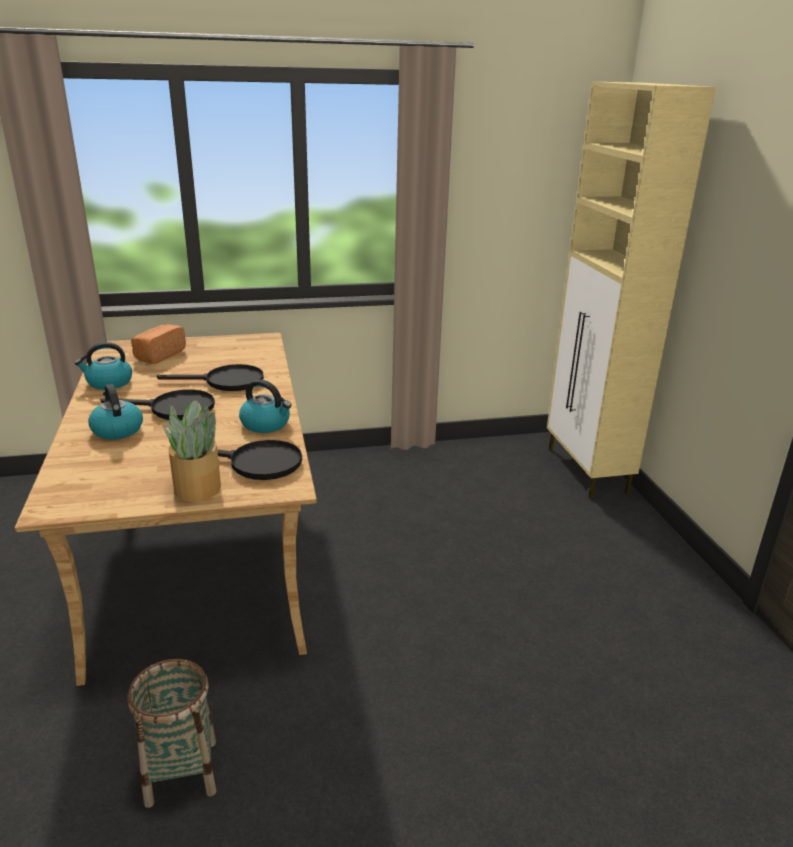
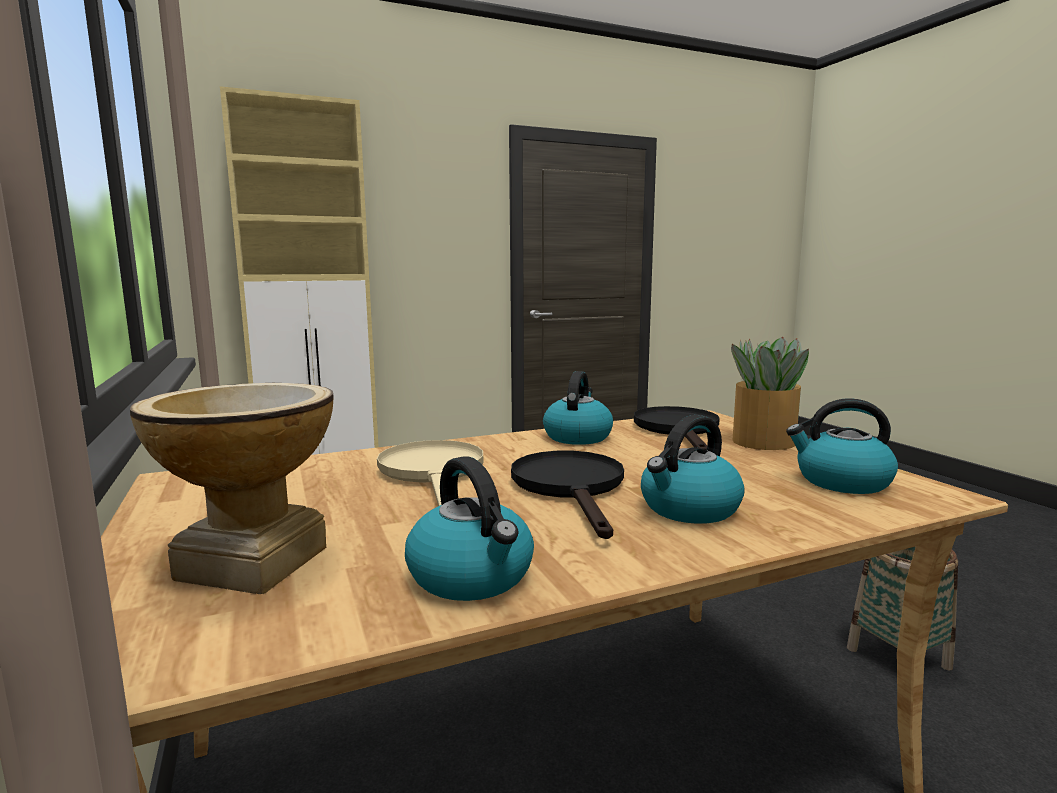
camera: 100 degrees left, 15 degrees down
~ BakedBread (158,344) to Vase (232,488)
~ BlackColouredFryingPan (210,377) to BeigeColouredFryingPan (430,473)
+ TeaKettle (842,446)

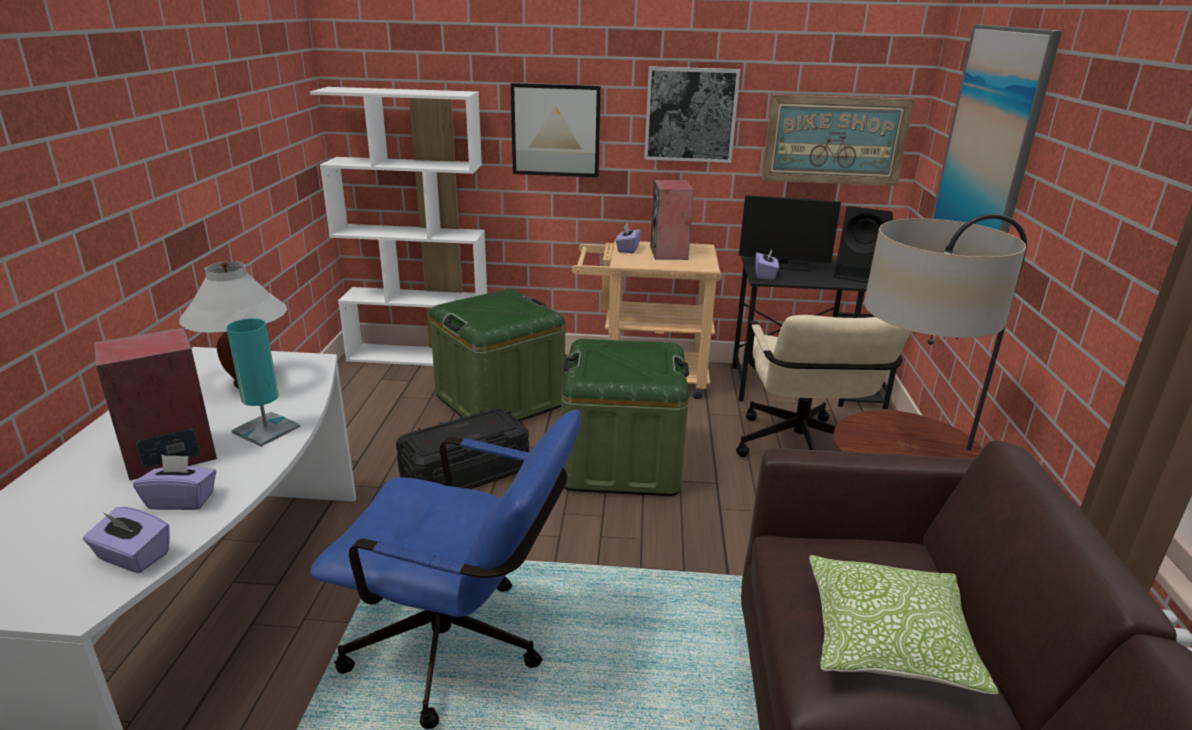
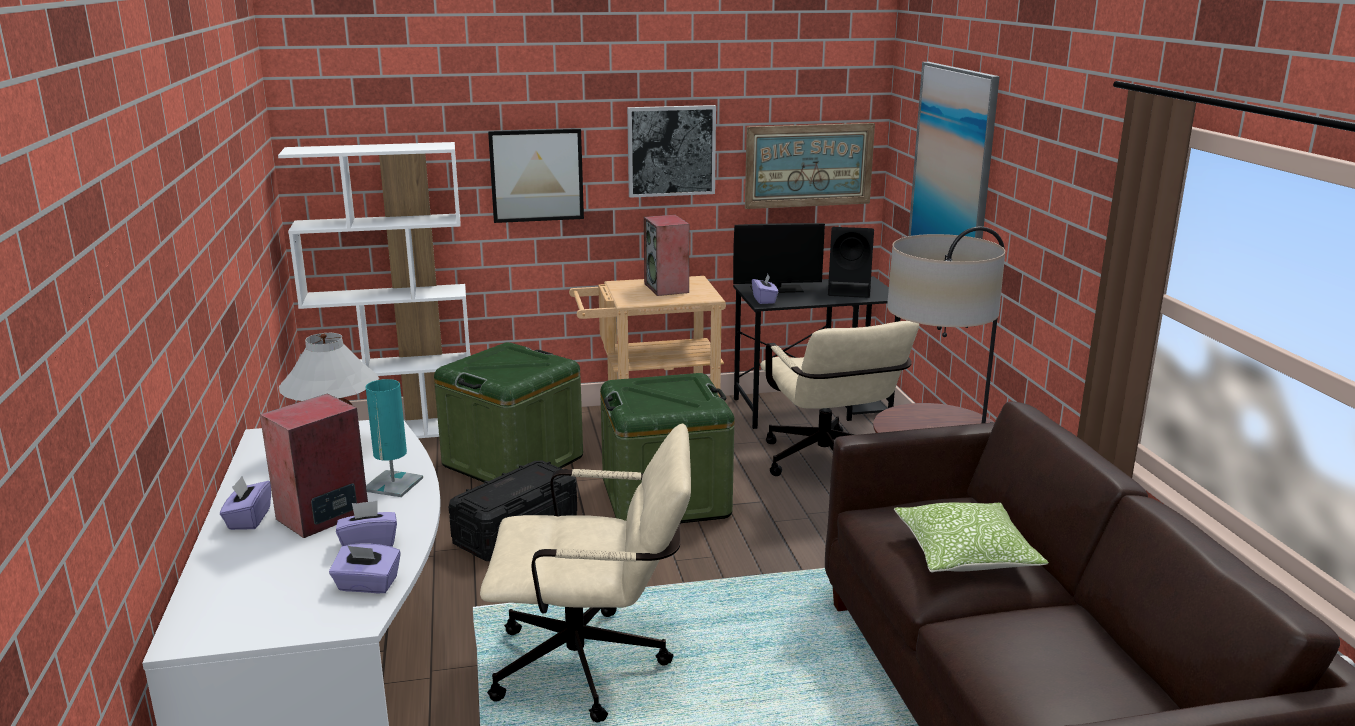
camera: 15 degrees left, 5 degrees down
~ PurplishTissueHolder (628,238) to (245,503)
~ BluishDeskChair (445,569) to BeigeColouredDeskChair (585,572)

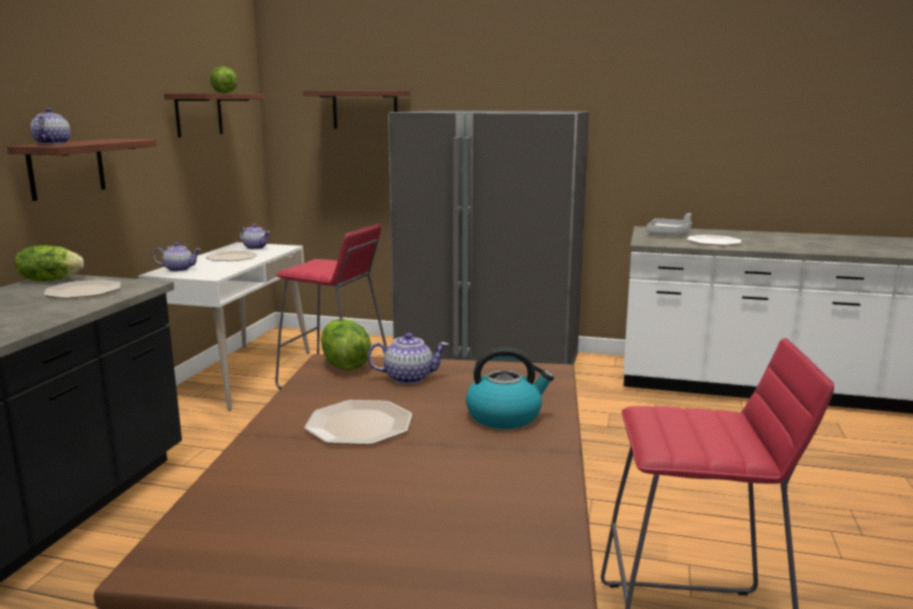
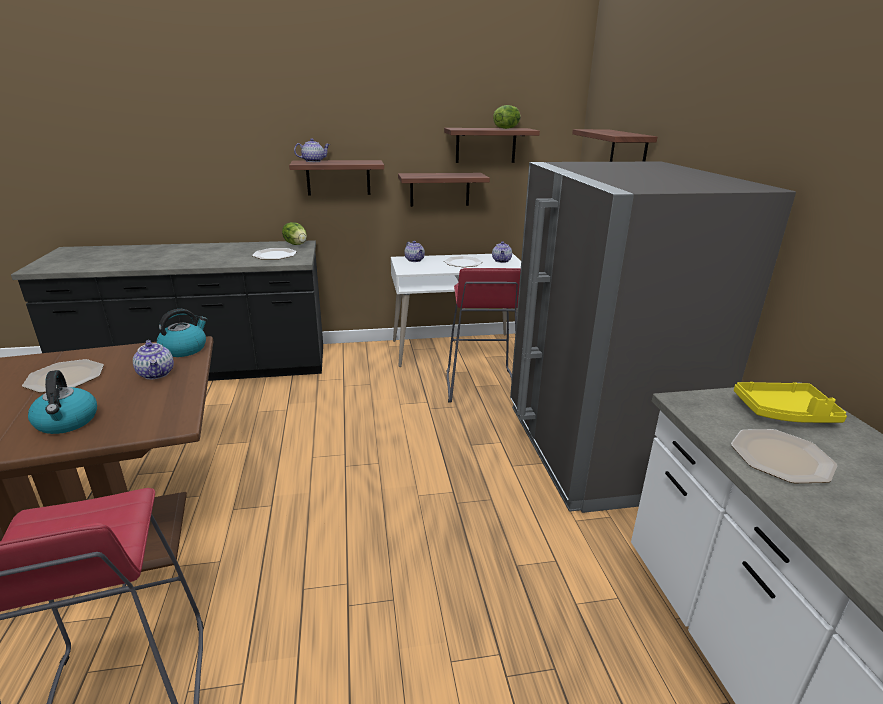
camera: 65 degrees right, 10 degrees up
~ GreyishCarryingTray (669,224) to YellowishCarryingTray (790,402)
~ Lettuce (346,344) to TeaKettle (182,333)
+ WallShelf (444,190)

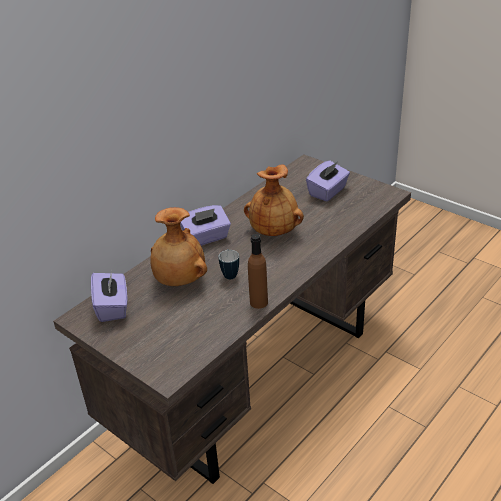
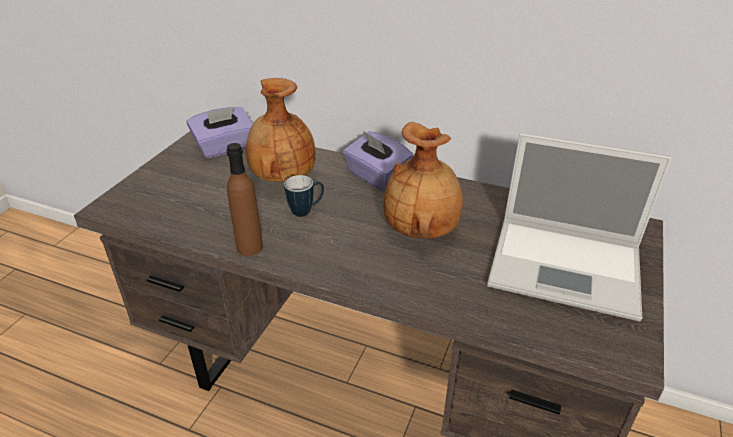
camera: 70 degrees right, 0 degrees up
~ PurplishTissueHolder (328,181) to PortableComputer (579,227)

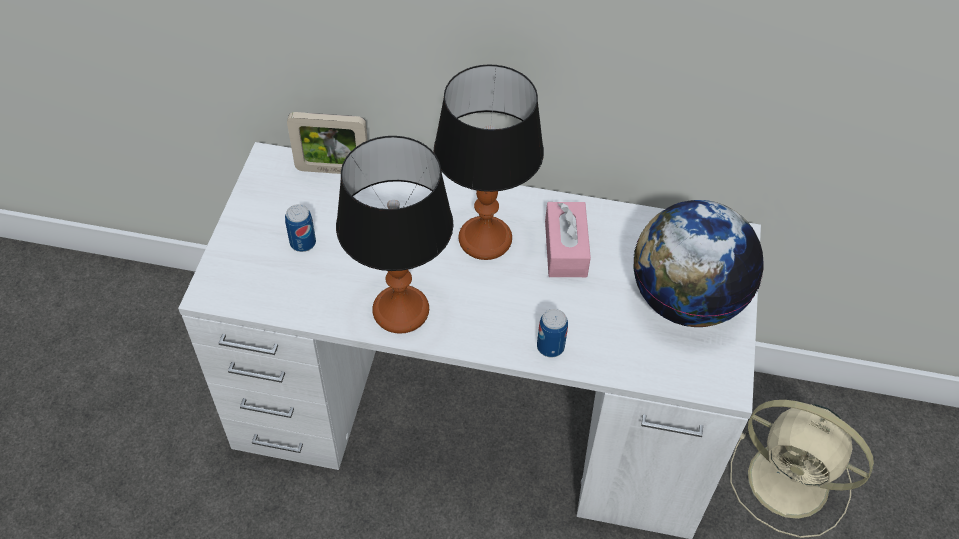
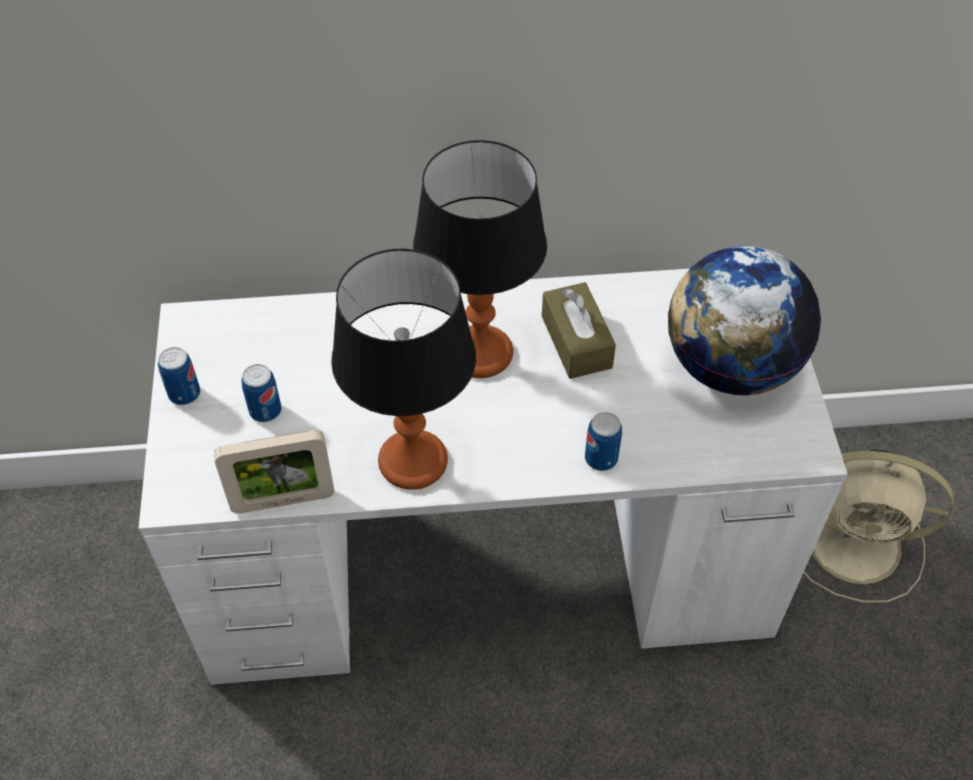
camera: 15 degrees left, 0 degrees up
~ PictureFrame (327,143) to (274,472)
~ PinkishTissueHolder (568,239) to BrownColouredTissueHolder (579,330)
+ Can (179,376)

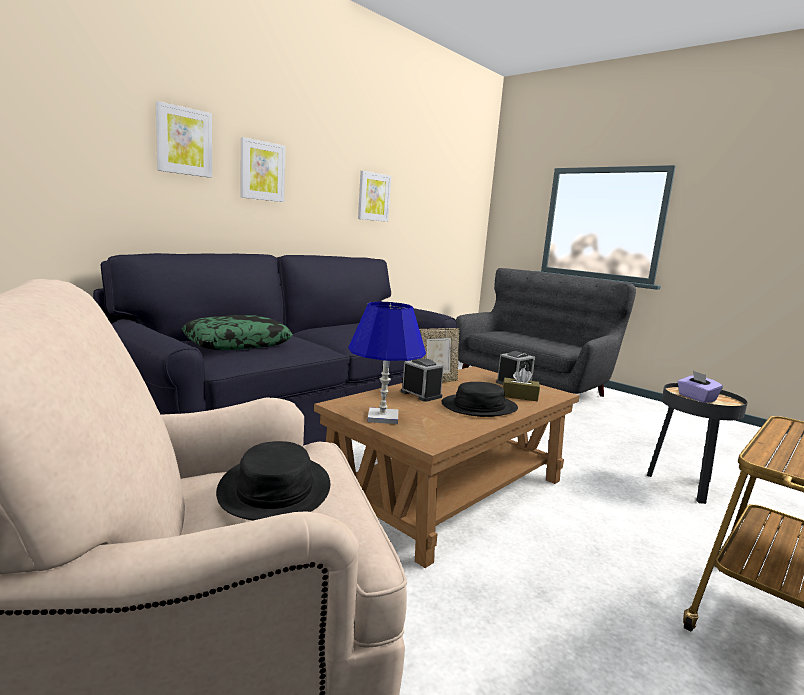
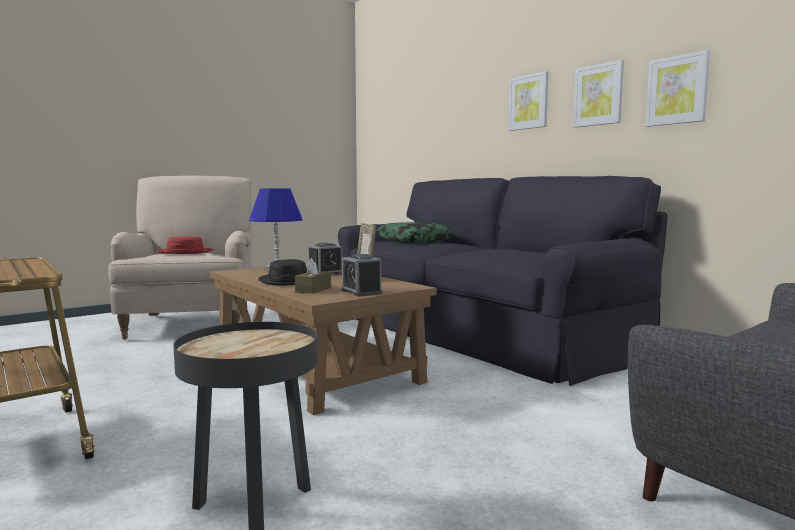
camera: 100 degrees right, 5 degrees down
~ Picture (184,139) to (598,94)
- PurplishTissueHolder (700,387)
~ BlackColouredClothingHat (273,480) to RedColouredClothingHat (185,245)

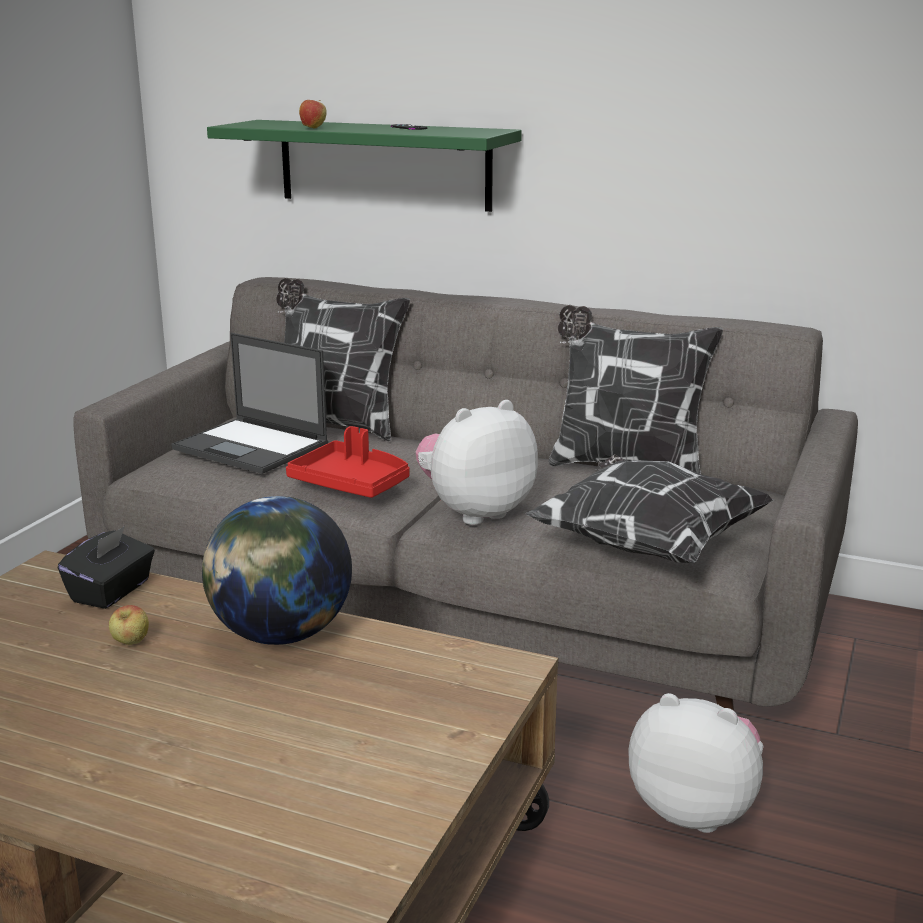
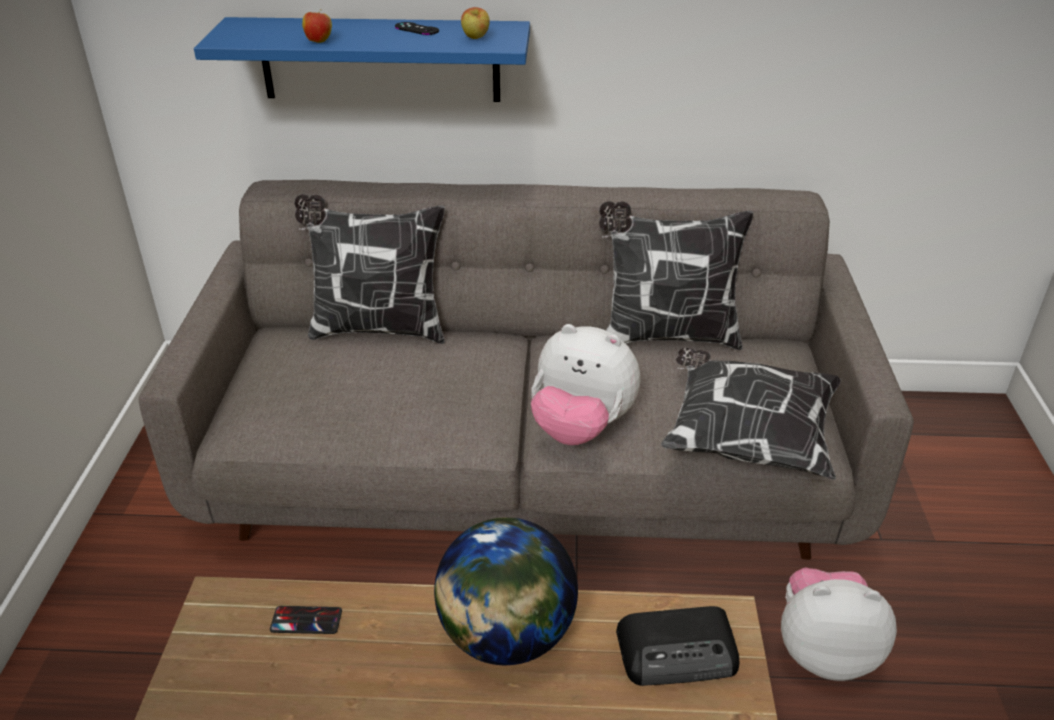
camera: 20 degrees left, 15 degrees up
~ GreenWallShelf (364,166) to BluishWallShelf (362,59)
- PortableComputer (249,403)
~ PlushToy (477,462) = (585,384) 105 degrees counterclockwise
- RedColouredCarryingTray (348,462)
~ BlackColouredTissueHolder (106,567) to Phone (306,620)
~ WholeApple (129,625) to (475,23)
+ Radio (677,646)

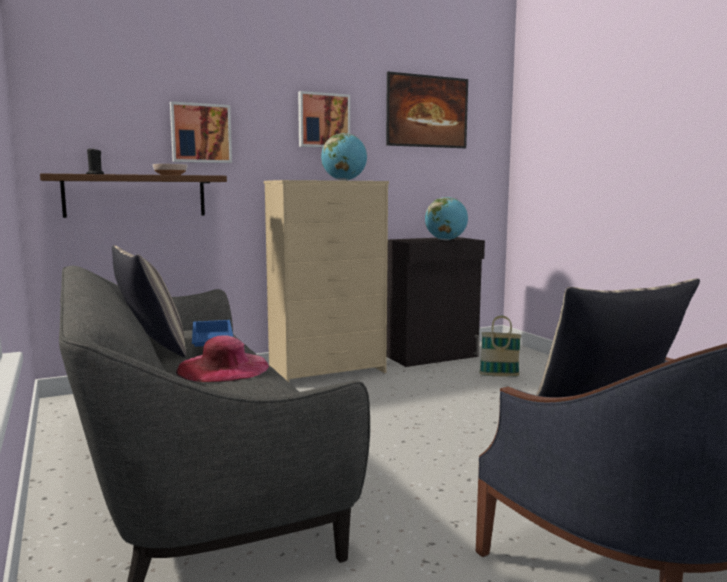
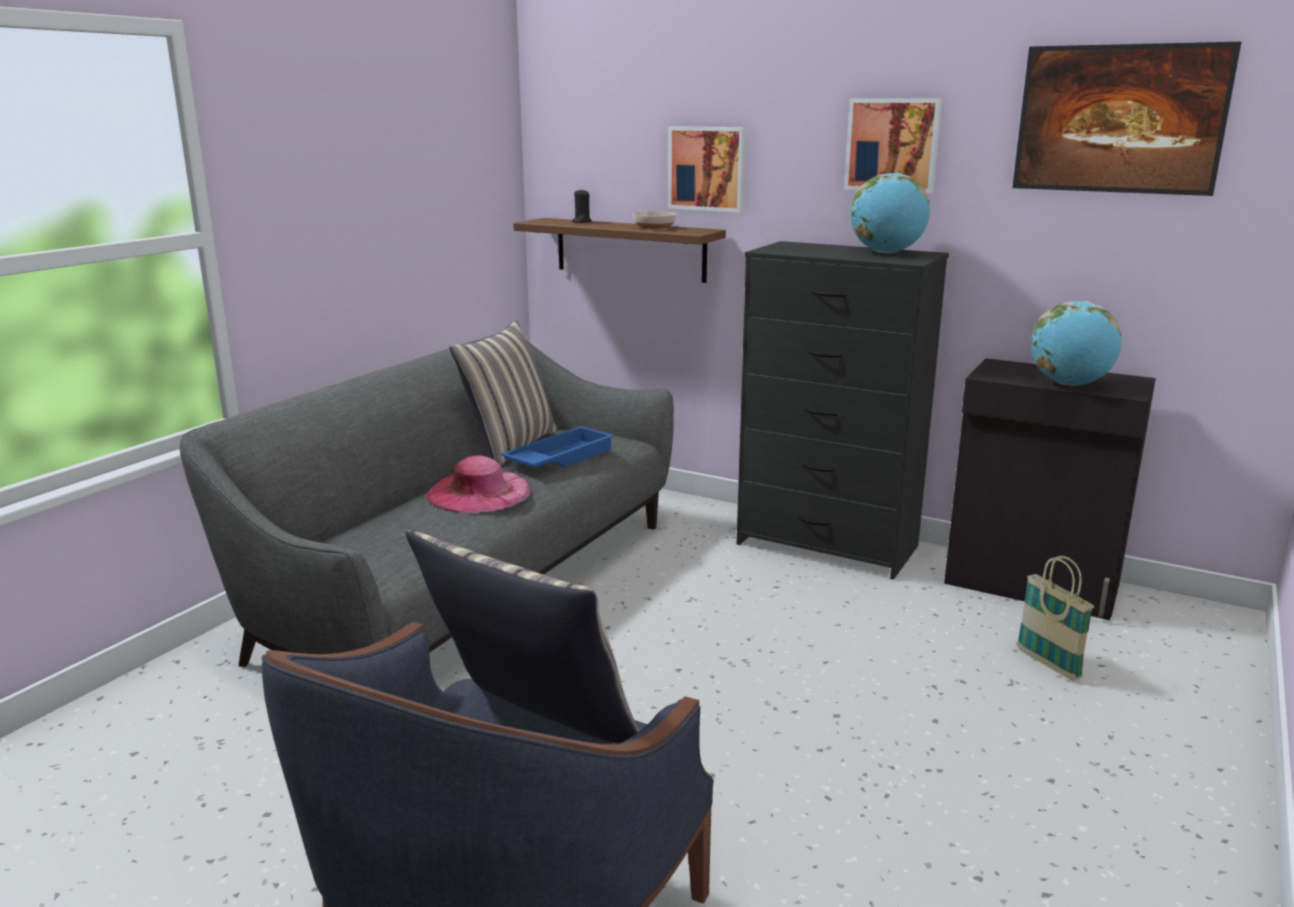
camera: 55 degrees right, 10 degrees up
~ BeigeColouredChestOfDrawers (326,281) to BlackColouredChestOfDrawers (843,410)

